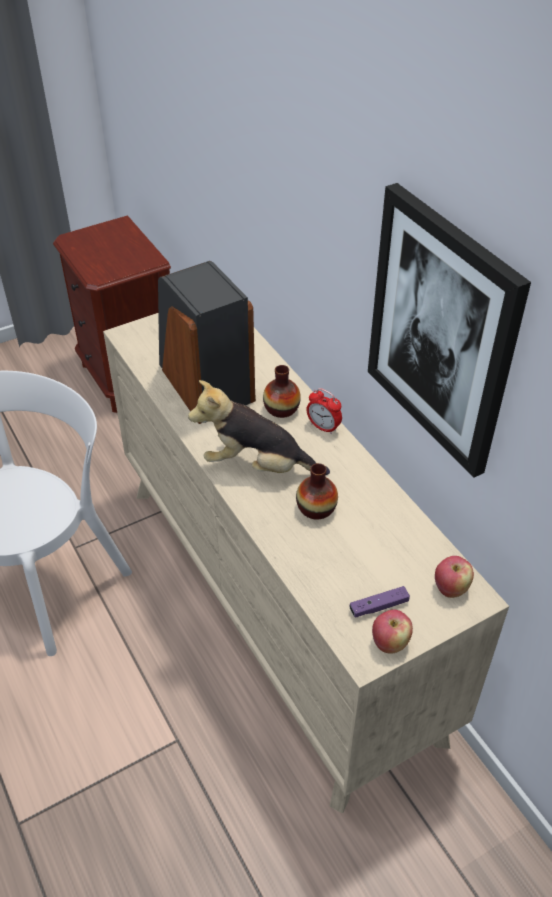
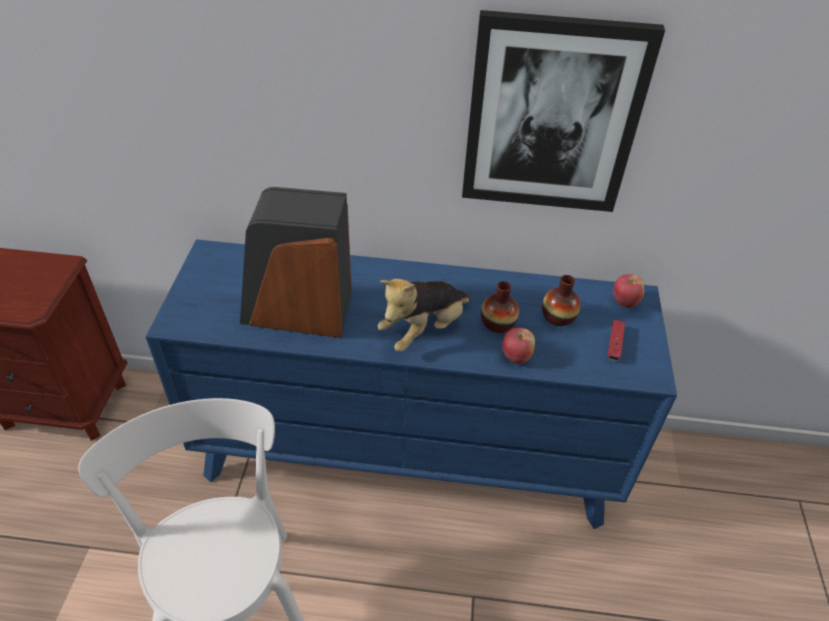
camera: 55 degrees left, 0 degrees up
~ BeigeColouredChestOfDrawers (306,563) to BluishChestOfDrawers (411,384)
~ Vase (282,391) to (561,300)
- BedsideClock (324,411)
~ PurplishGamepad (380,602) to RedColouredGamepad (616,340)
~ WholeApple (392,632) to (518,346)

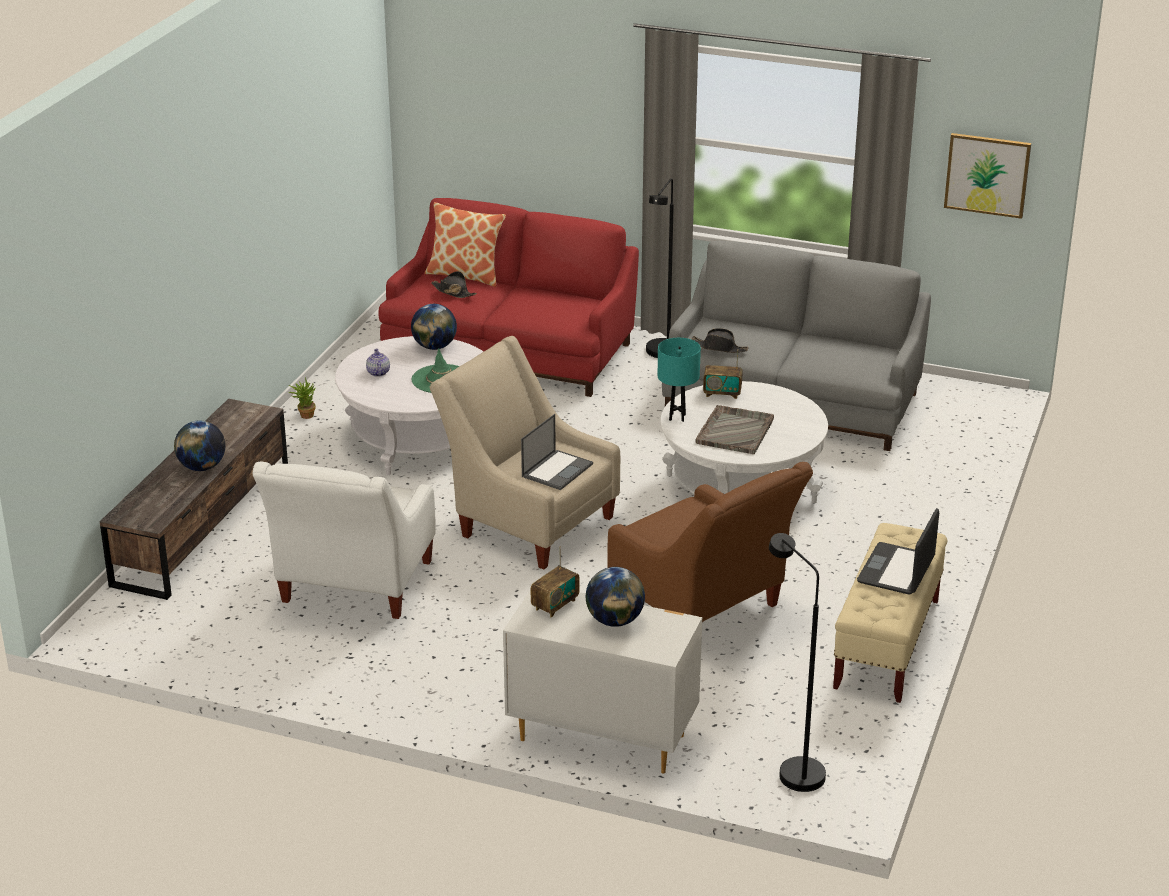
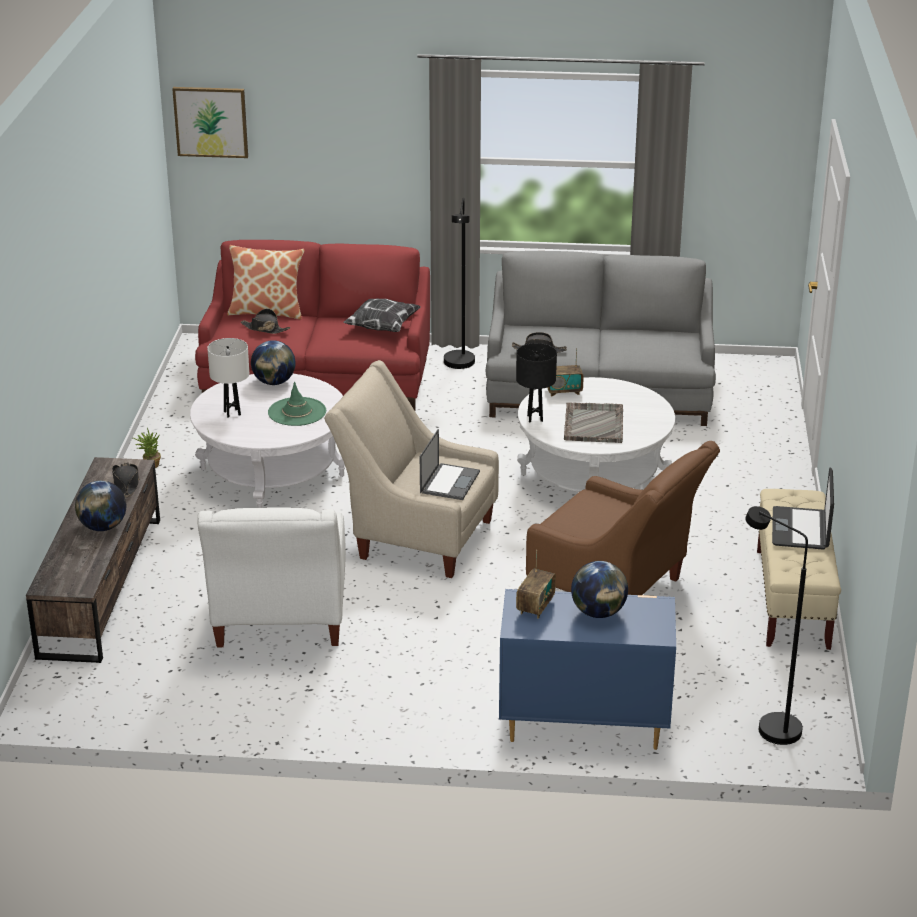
camera: 15 degrees left, 0 degrees up
~ Picture (987,176) to (210,122)
~ BlueGreenTableLamp (679,380) to BlackColouredTableLamp (536,383)
~ PotForTea (378,363) to WhitishTableLamp (228,378)
~ WhitishChestOfDrawers (602,682) to BluishChestOfDrawers (587,669)
+ Cushion (382,315)
+ BlackColouredClothingHat (125,480)

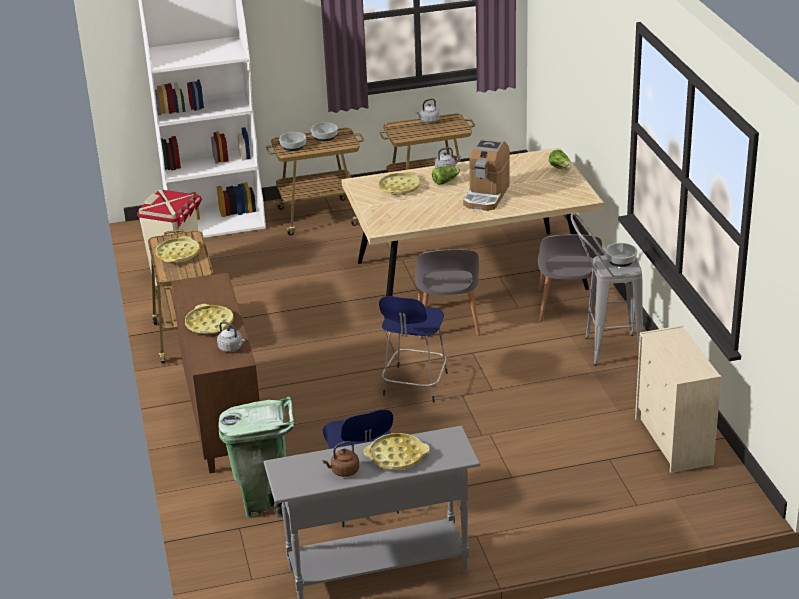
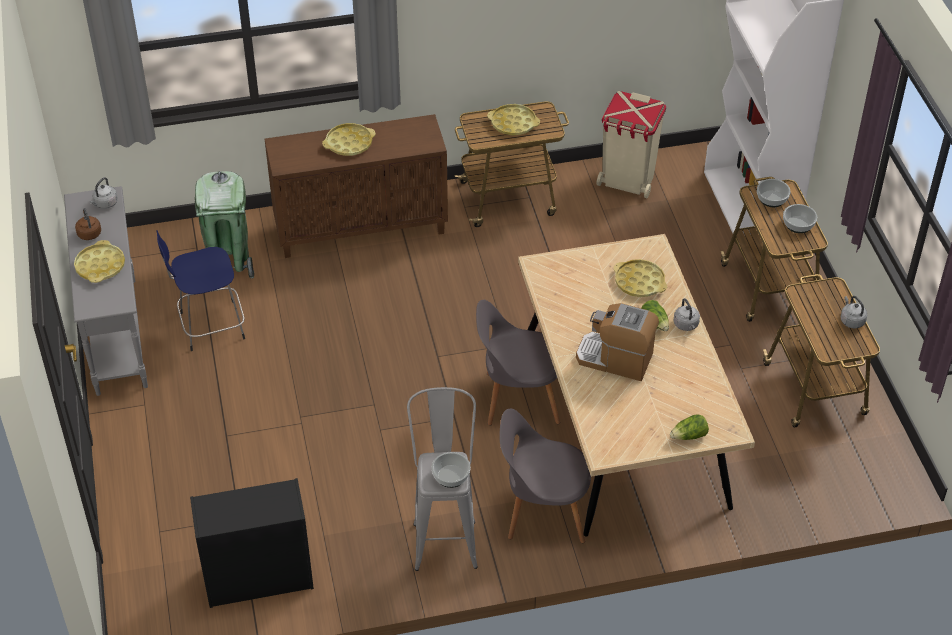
camera: 90 degrees right, 15 degrees up
- BluishSittingStool (413,349)
~ GreyishTeaKettle (231,337) to (104,193)
~ BeigeColouredChestOfDrawers (678,399) to BlackColouredChestOfDrawers (252,543)

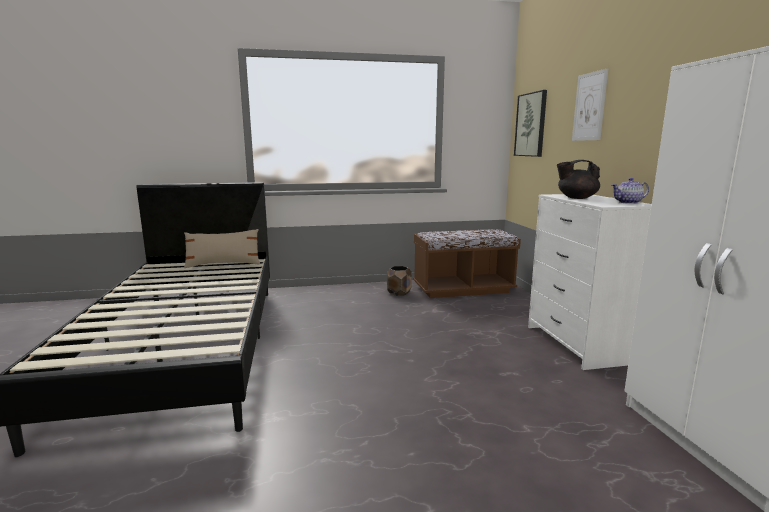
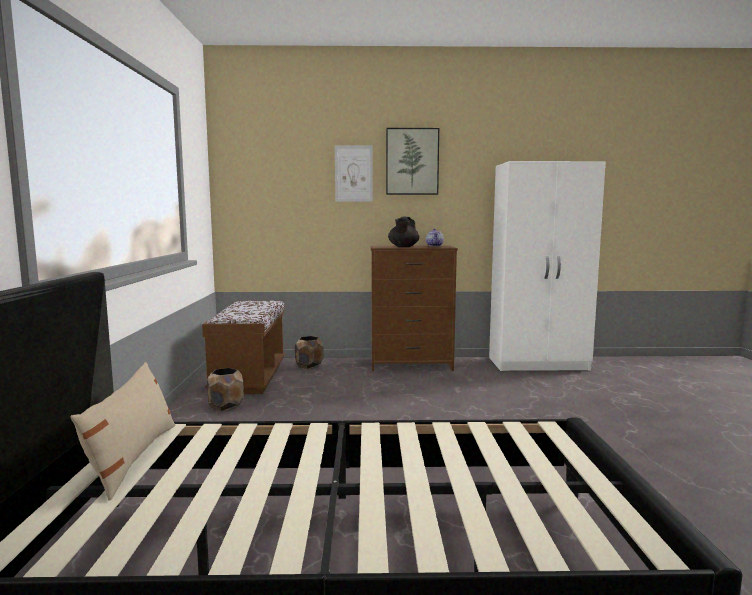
camera: 80 degrees left, 5 degrees down
~ Picture (530,123) to (412,161)
~ WhitishChestOfDrawers (590,282) to BrownColouredChestOfDrawers (414,308)
+ BrownColouredPlanter (309,352)

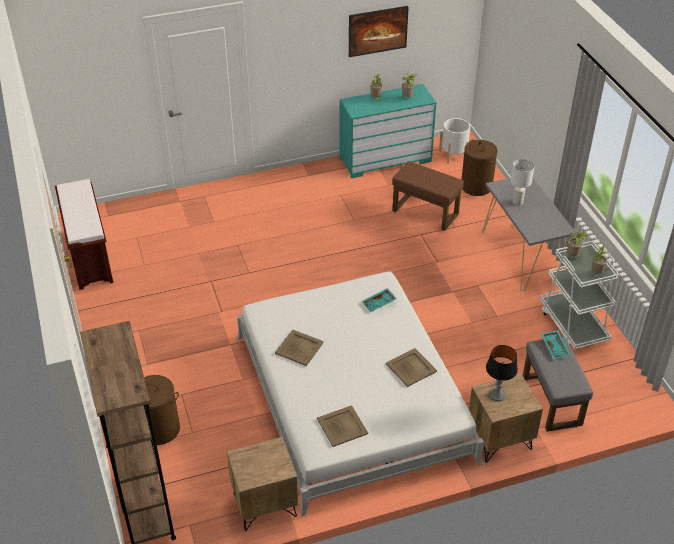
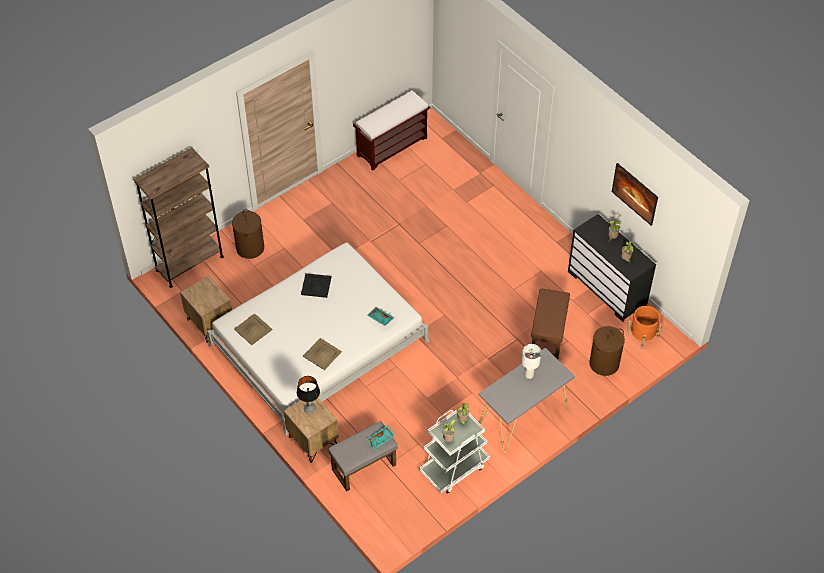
camera: 70 degrees right, 10 degrees up
~ BlueGreenChestOfDrawers (388,131) to BlackColouredChestOfDrawers (612,268)
~ WhitishPlanter (455,141) to OrangeColouredPlanter (644,328)
~ BeigeColouredCarryingTray (299,348) to BlackColouredCarryingTray (316,285)

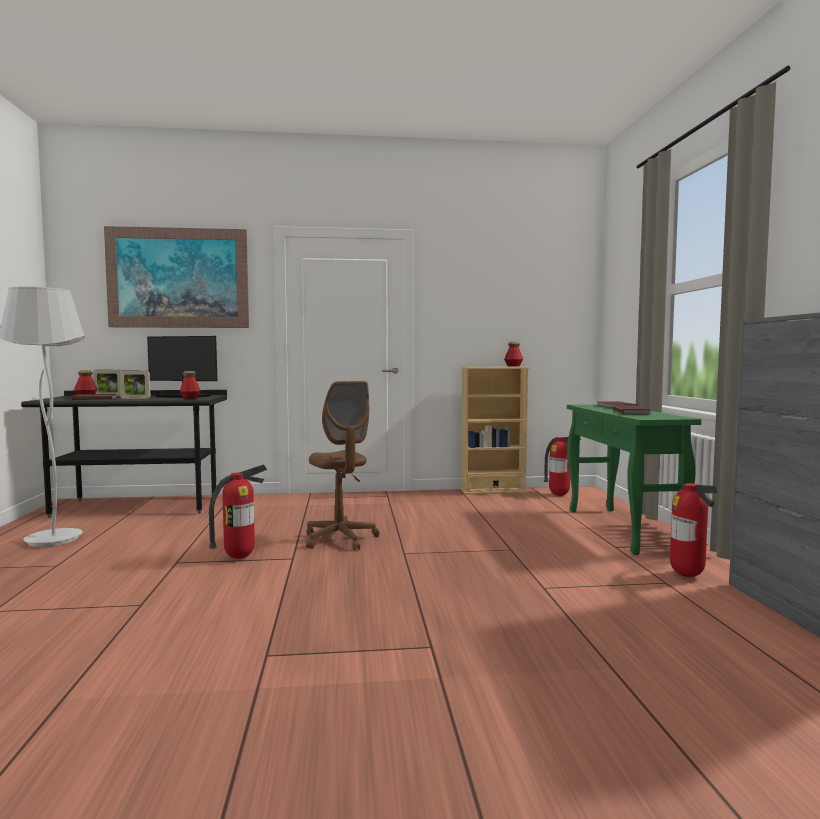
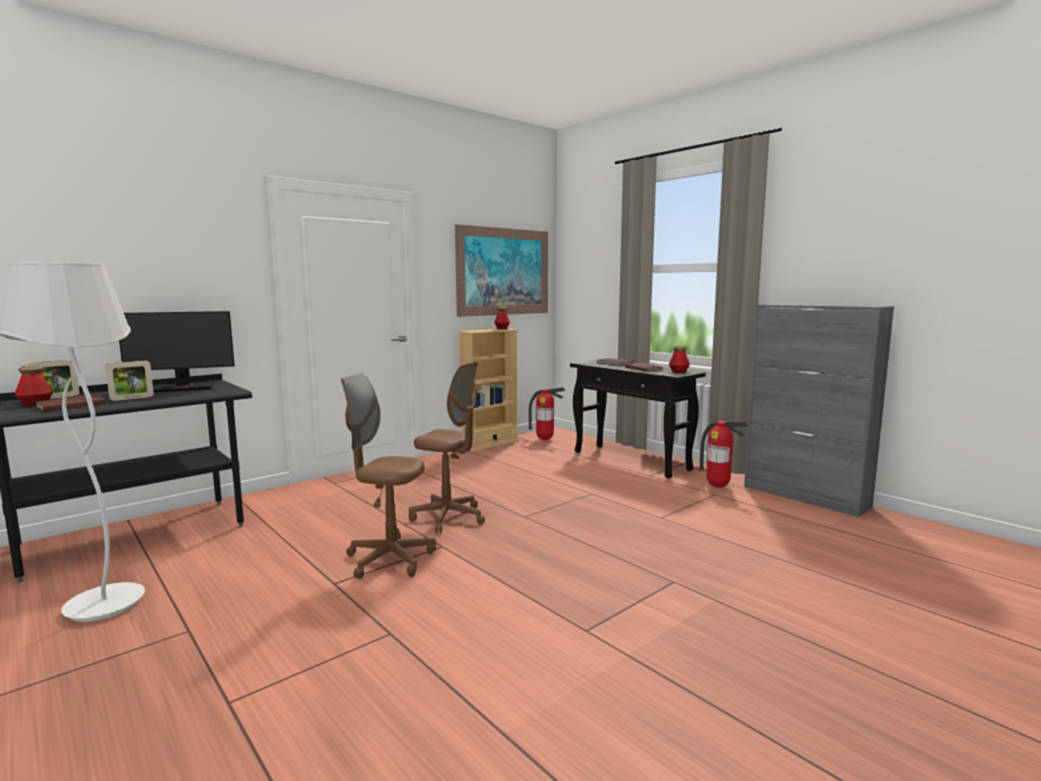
camera: 35 degrees left, 5 degrees up
~ Picture (176,277) to (501,270)
~ DrinkBottle (190,385) to (679,359)
~ GreenNarrowTable (634,479) to BlackColouredNarrowTable (638,419)
~ Extinguisher (238,512) to BrownColouredDeskChair (388,476)

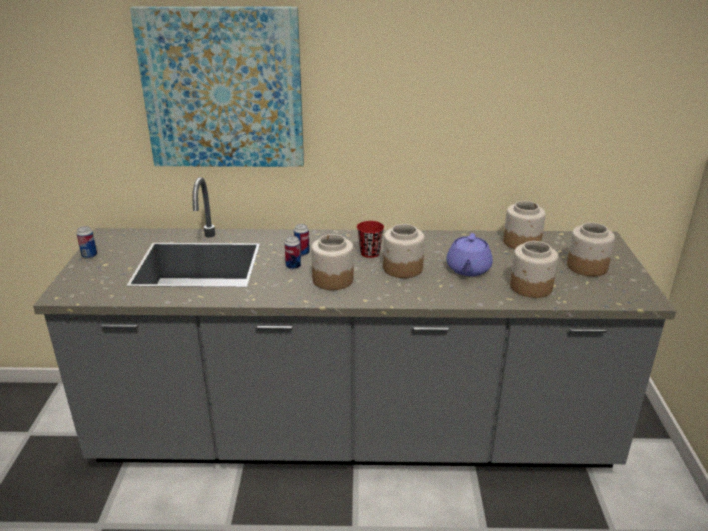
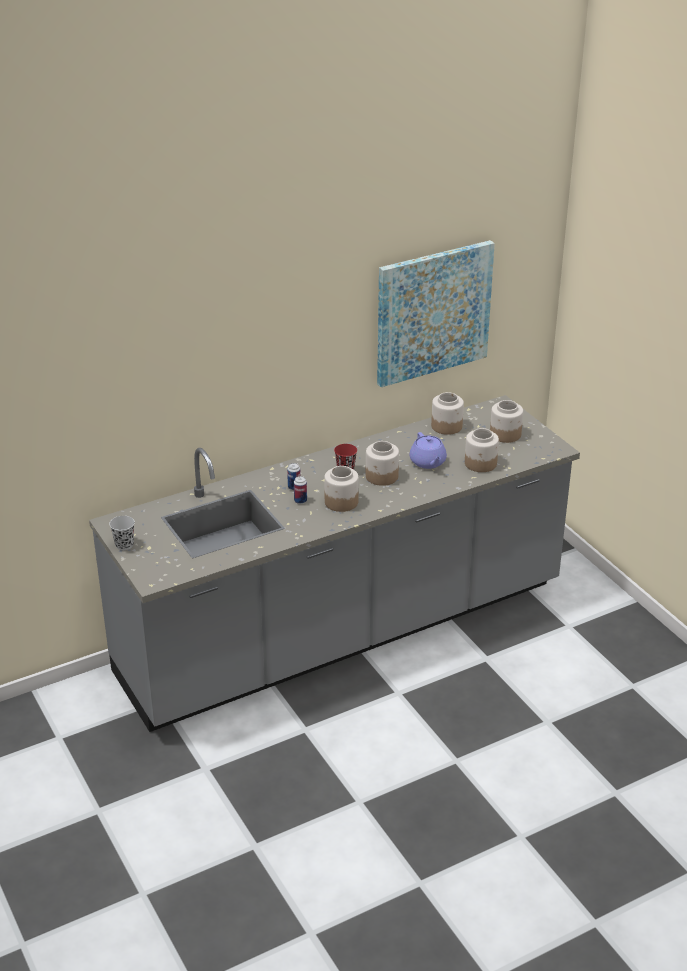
camera: 30 degrees left, 5 degrees up
~ Picture (217,86) to (436,313)
~ Can (87,242) to BlackColouredCup (122,533)

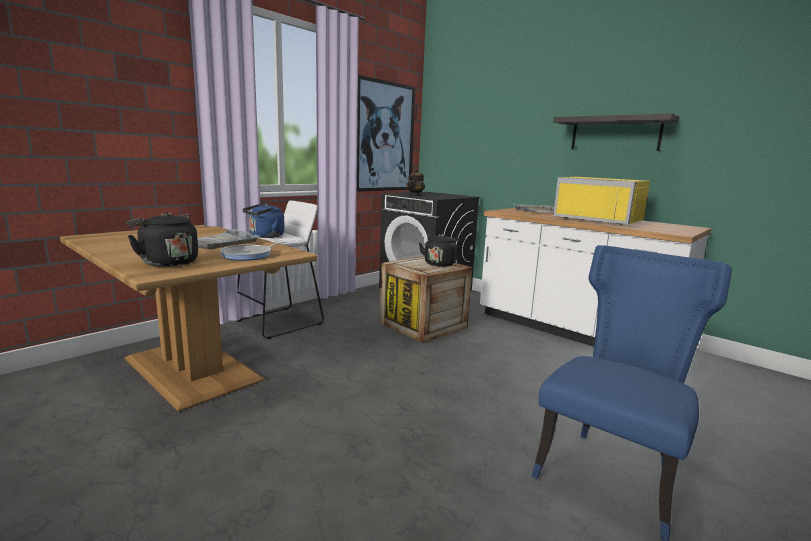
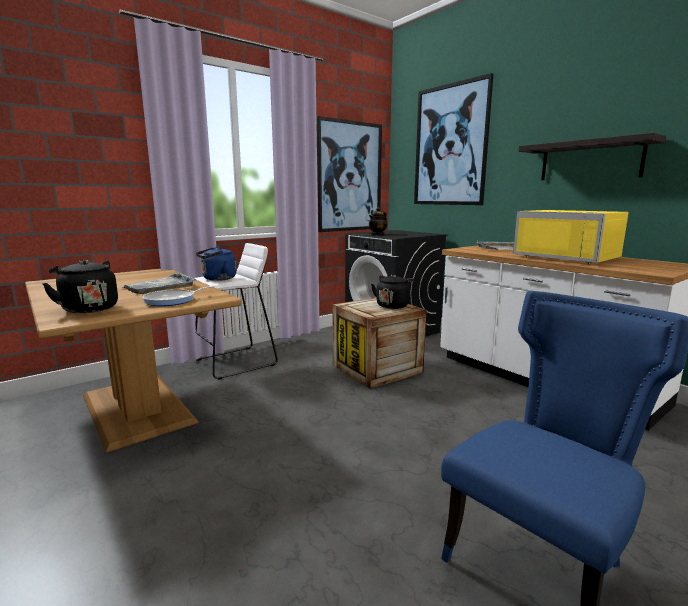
camera: 10 degrees right, 0 degrees up
+ Picture (454,139)

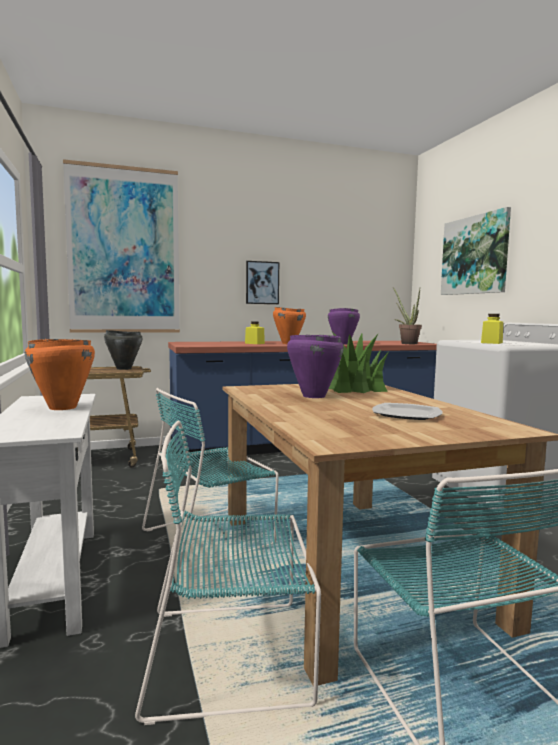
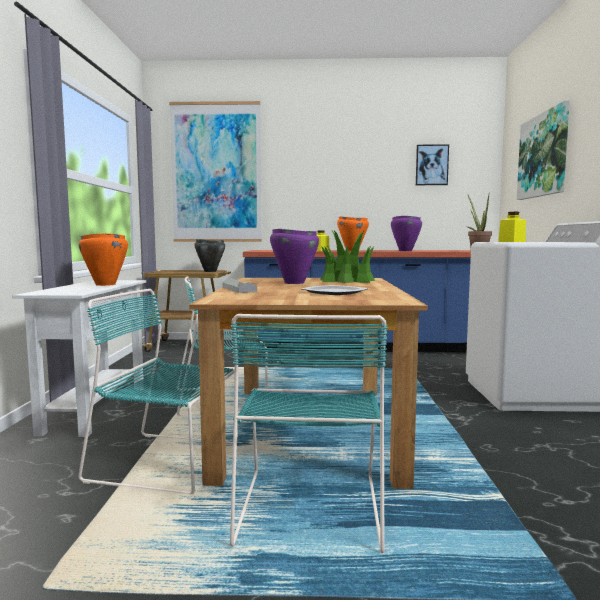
camera: 20 degrees right, 0 degrees up
~ Picture (262,282) to (432,164)
+ GreyishCarryingTray (240,285)

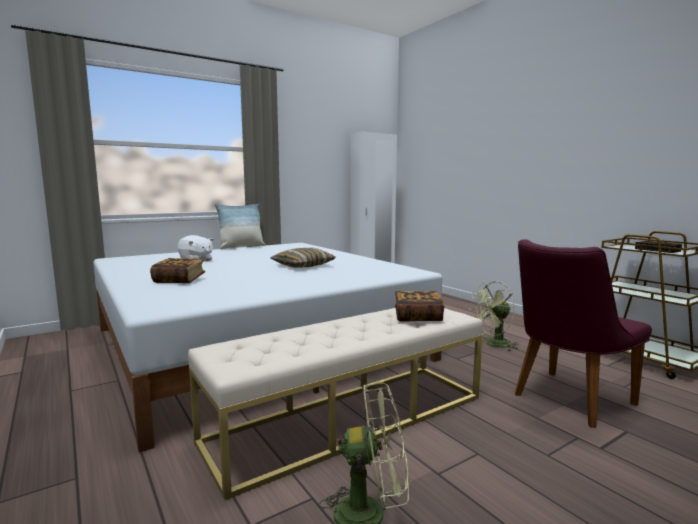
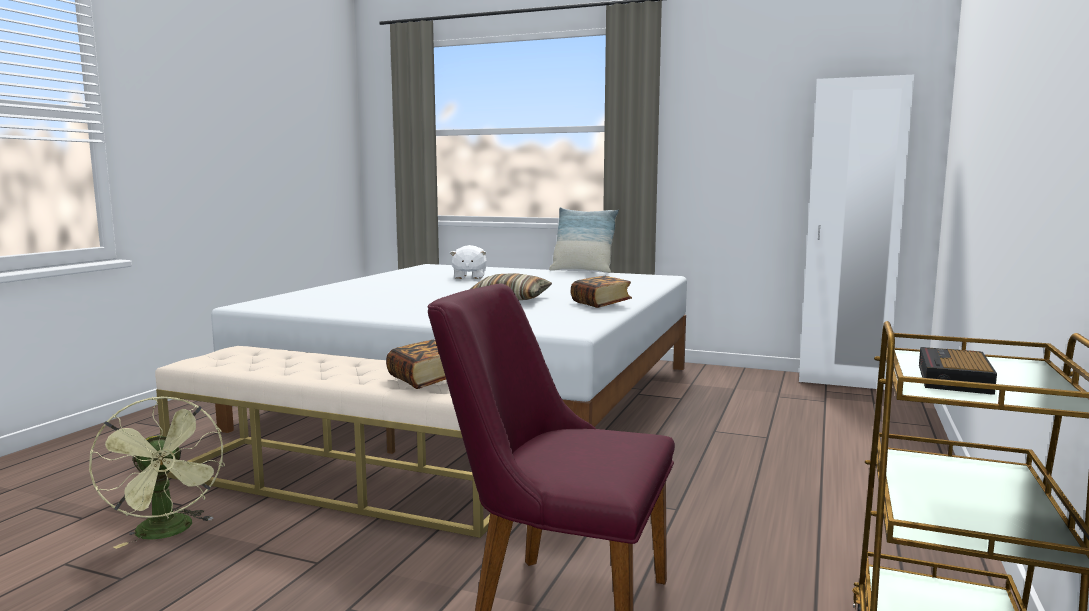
camera: 55 degrees right, 0 degrees up
~ Volume (177,270) to (601,292)
- GreenElectricFan (494,316)

